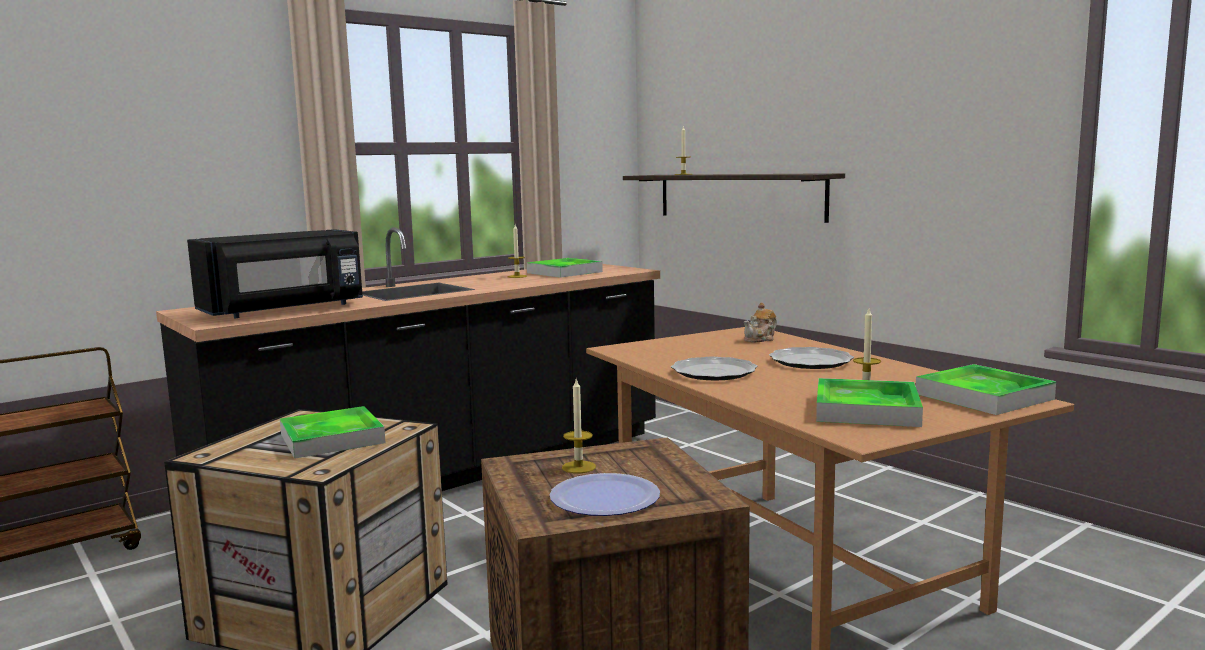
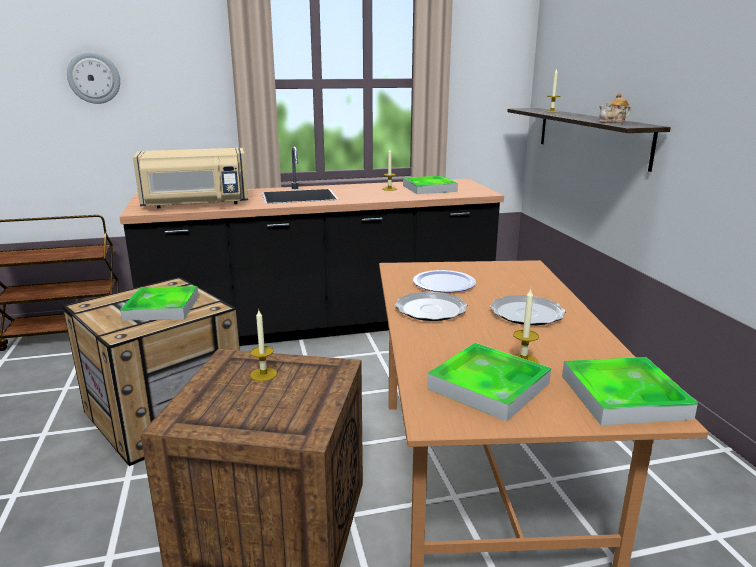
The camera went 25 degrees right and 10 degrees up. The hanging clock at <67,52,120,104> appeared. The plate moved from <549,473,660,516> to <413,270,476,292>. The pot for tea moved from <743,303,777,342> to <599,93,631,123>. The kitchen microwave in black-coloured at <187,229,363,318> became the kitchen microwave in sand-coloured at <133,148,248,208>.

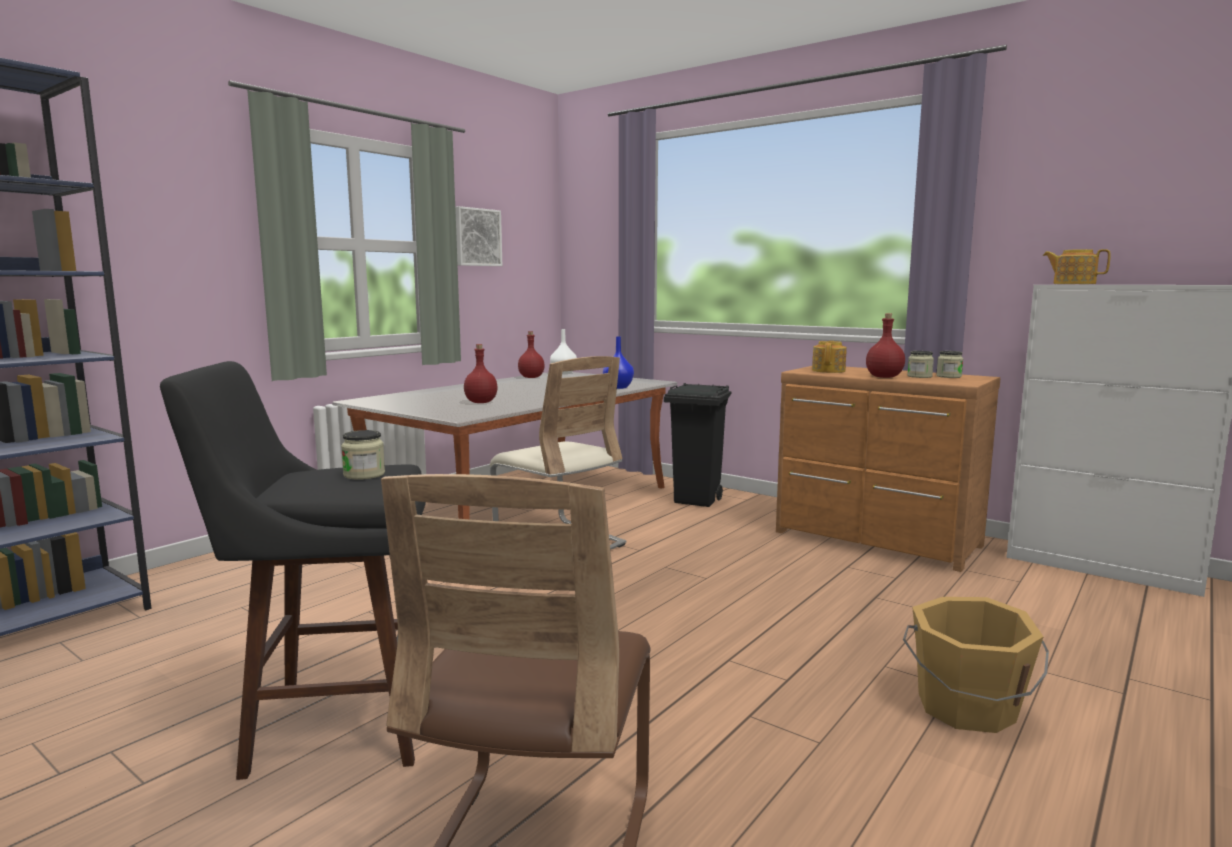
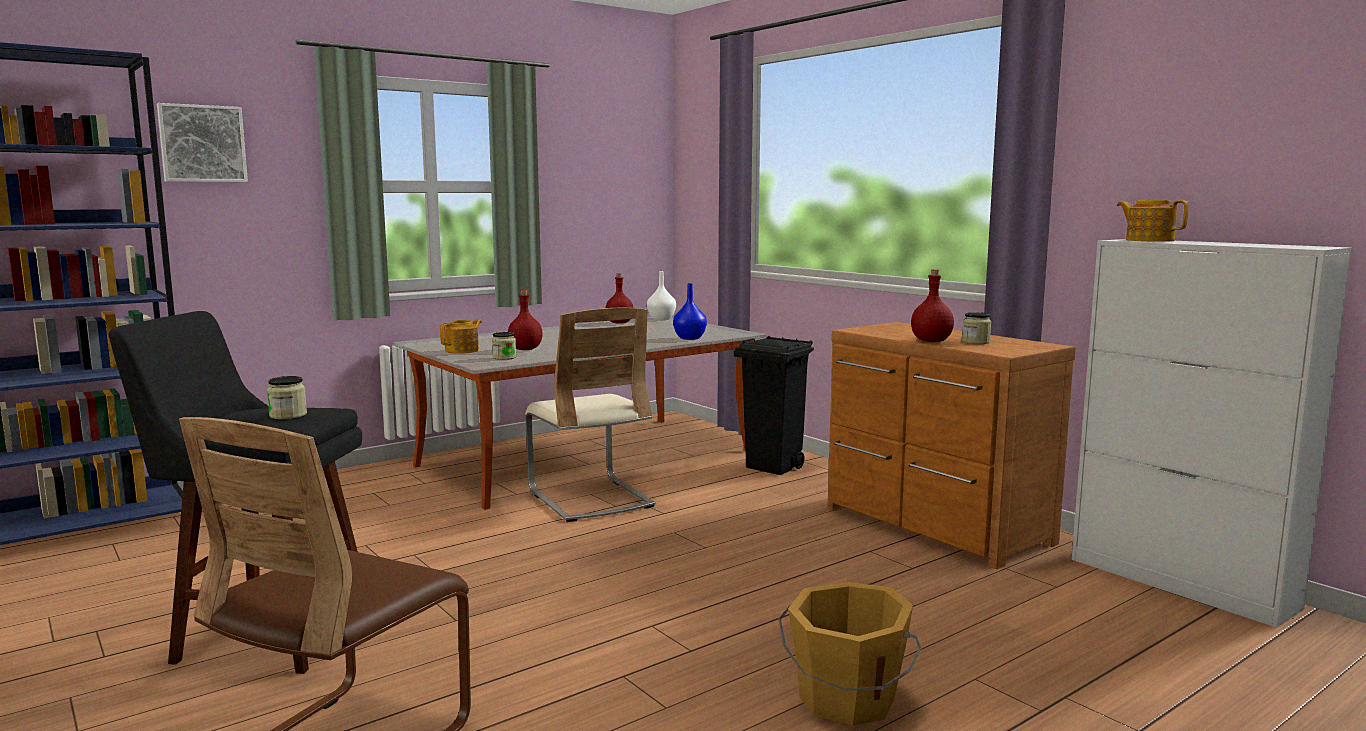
The camera went 15 degrees right and 0 degrees up. The wall picture moved from <455,206,502,266> to <157,103,248,182>. The pot for tea moved from <812,341,847,373> to <440,319,482,354>. The storage jar moved from <936,351,963,378> to <492,332,516,360>.

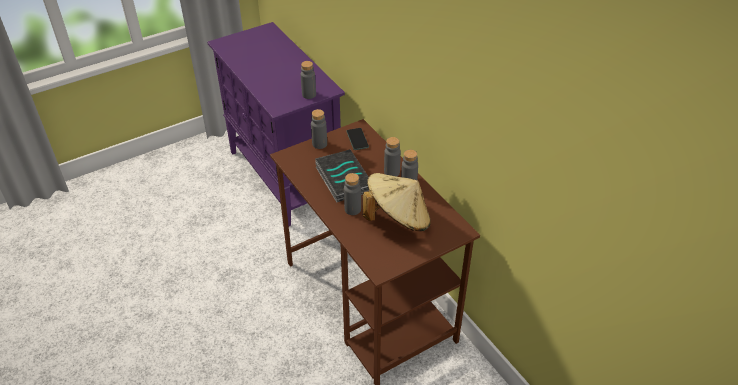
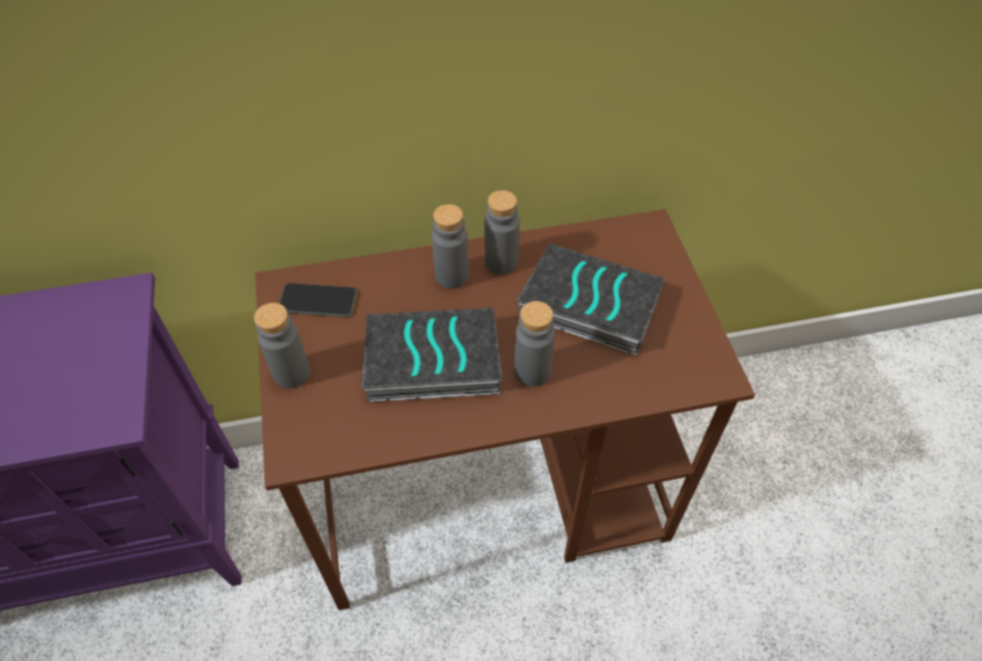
The camera went 70 degrees left and 10 degrees up. The bottle in gray at <301,61,316,99> disappeared. The wearable hat in sand-coloured at <362,173,431,231> was replaced by the bound book at <516,243,664,356>.

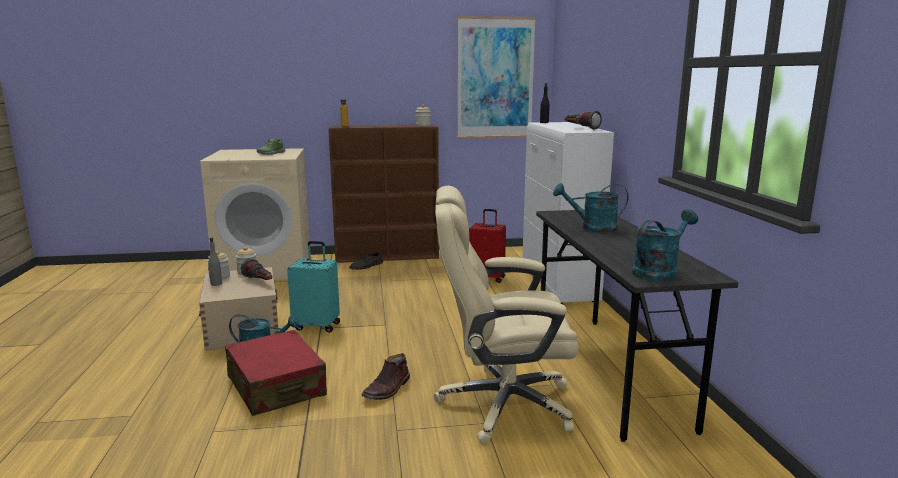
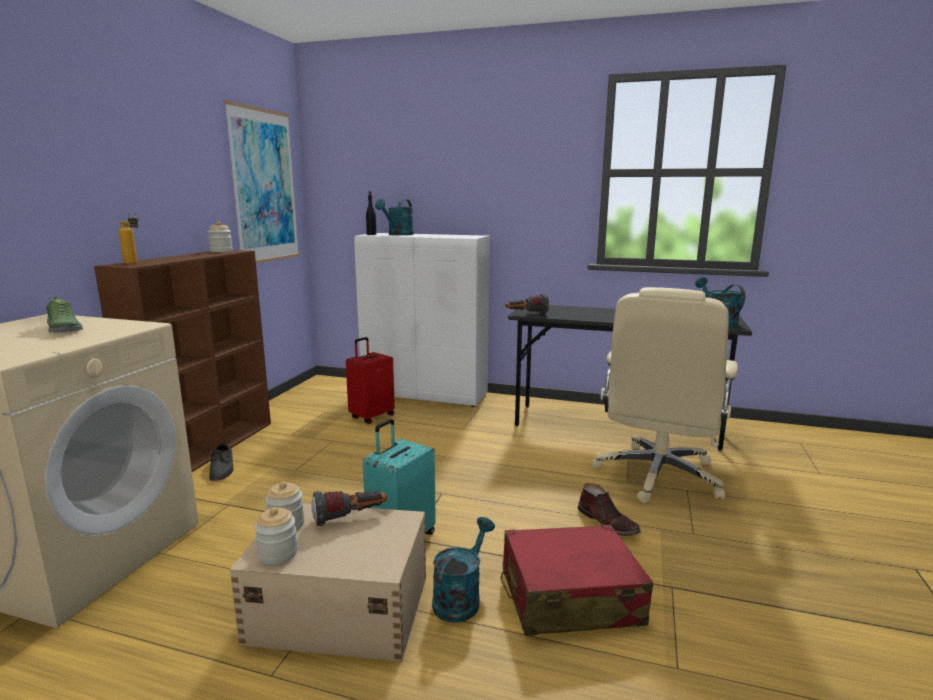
The camera went 65 degrees left and 0 degrees up. The bottle in gray at <208,238,222,286> disappeared. The watering pot in blue-green moved from <553,183,628,233> to <375,199,414,235>. The torch moved from <564,111,602,130> to <505,294,549,314>.

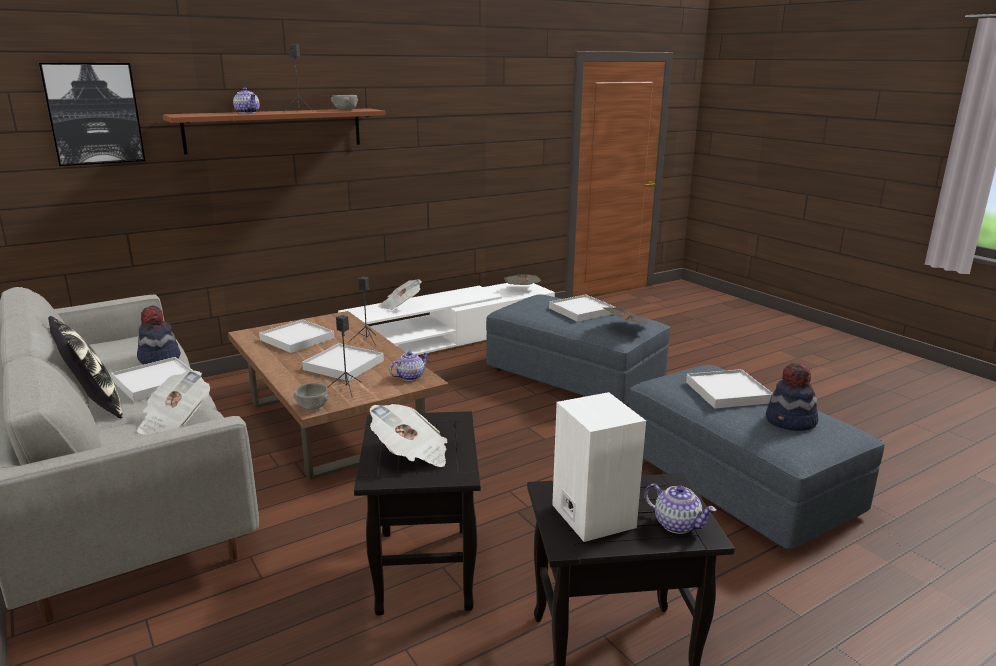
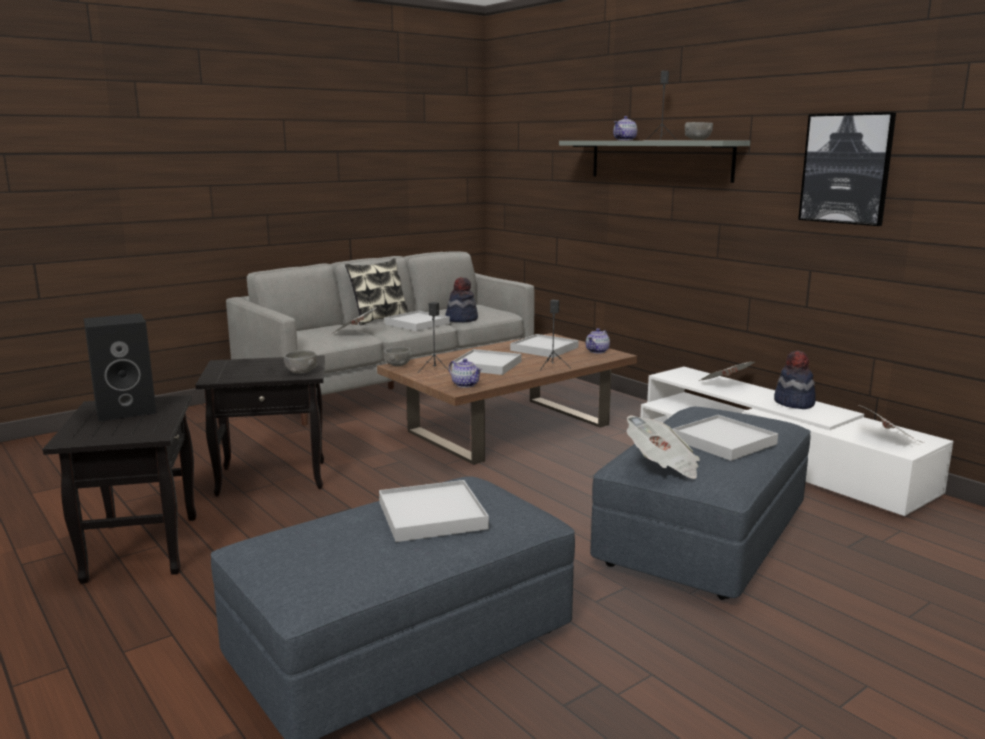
The camera went 85 degrees right and 5 degrees down. The newspaper at <370,404,447,467> disappeared. The serving bowl in gray at <284,350,317,374> appeared. The wall picture moved from <39,63,145,166> to <798,112,896,226>. The pot for tea moved from <644,484,717,534> to <586,328,610,353>. The wearable hat moved from <766,363,818,431> to <774,350,816,409>. The wall shelf in brown-coloured at <163,108,385,154> became the wall shelf in gray at <559,141,750,183>. The loudspeaker in white at <552,392,646,542> became the loudspeaker in black-coloured at <84,313,156,421>.

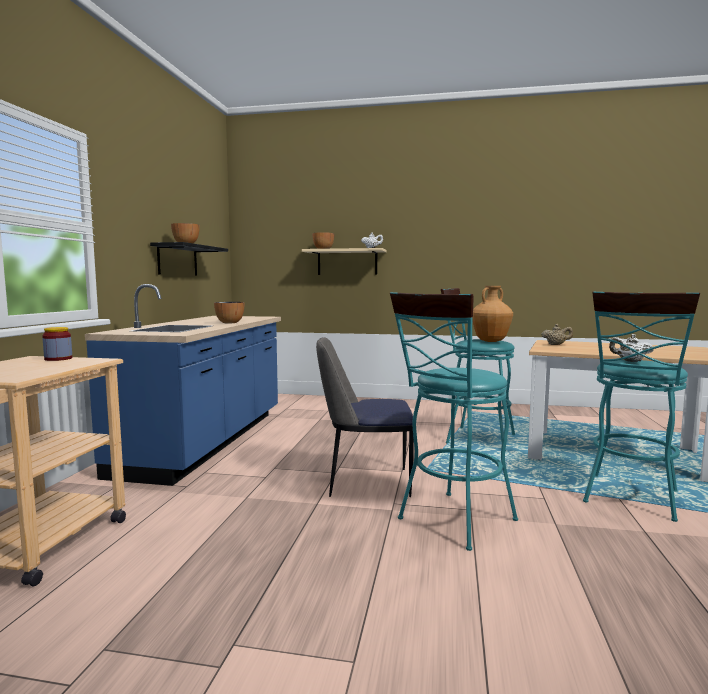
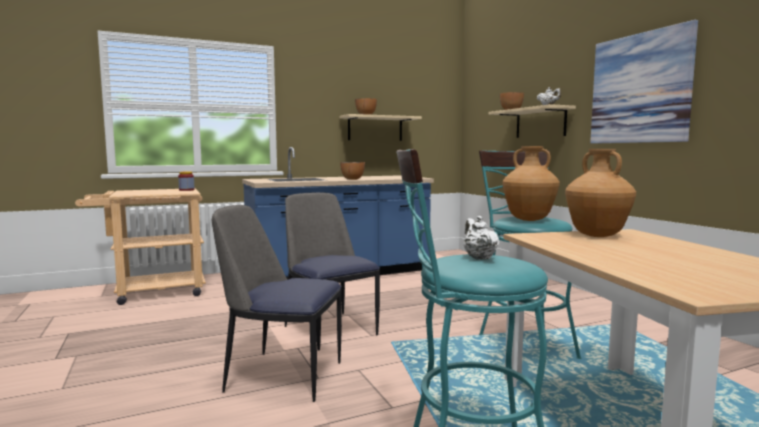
The camera went 55 degrees right and 0 degrees up. The wall picture at <590,20,698,144> appeared. The stool seat in blue-green at <390,292,518,551> was replaced by the upright chair at <212,205,342,402>. The pot for tea in sand-coloured at <541,324,573,345> was replaced by the vase in brown-coloured at <565,149,636,237>. The wall shelf in black-coloured at <150,242,228,275> became the wall shelf in sand-coloured at <340,114,422,141>.

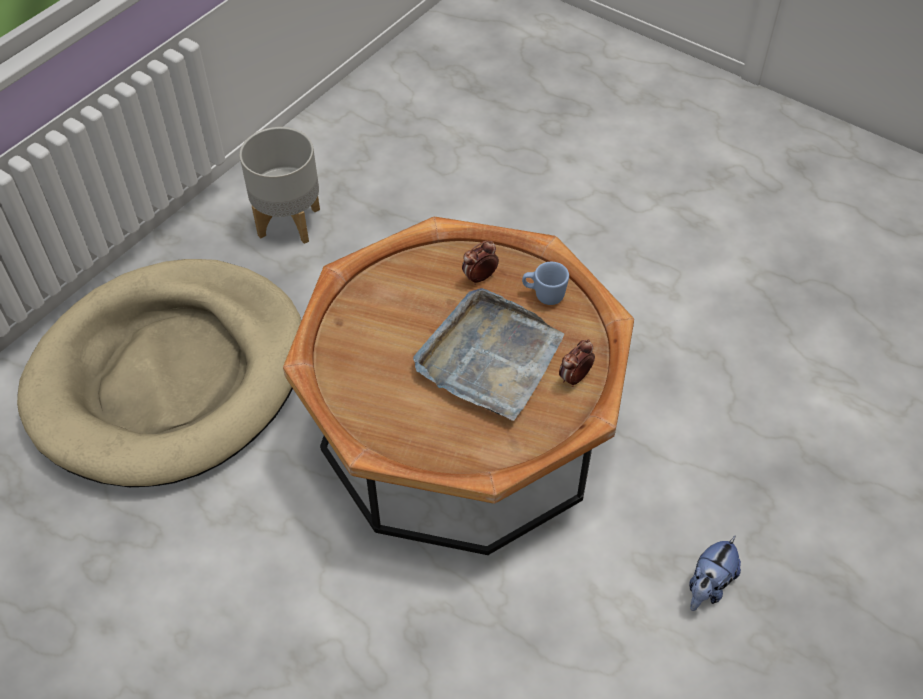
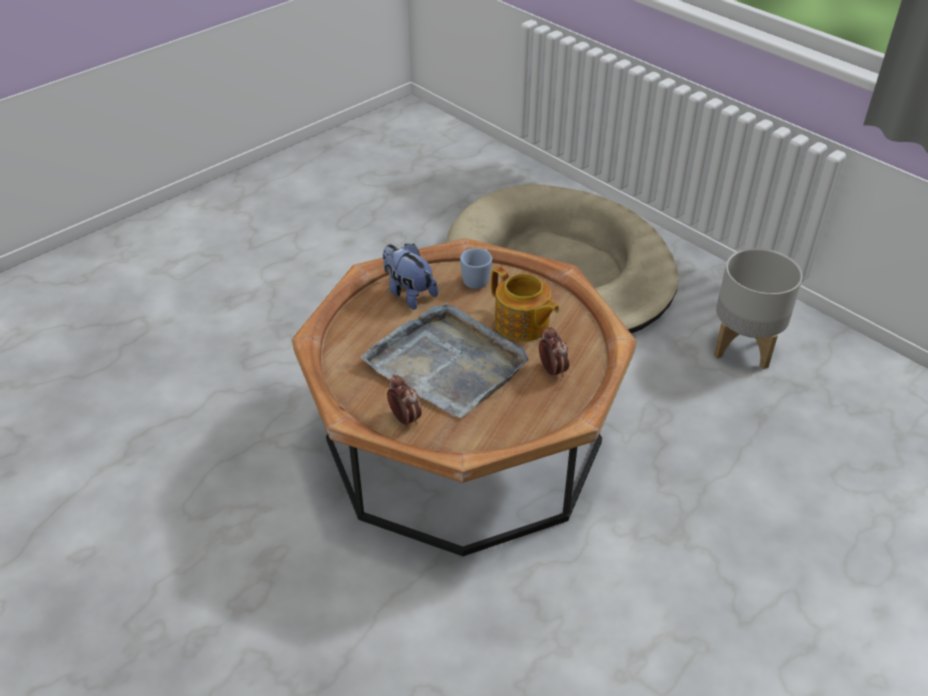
The camera went 100 degrees right and 10 degrees down. The pot for tea at <491,267,560,342> appeared. The tea mug in bluish moved from <522,262,569,305> to <460,248,492,289>. The plush toy moved from <689,536,741,611> to <383,244,438,310>.

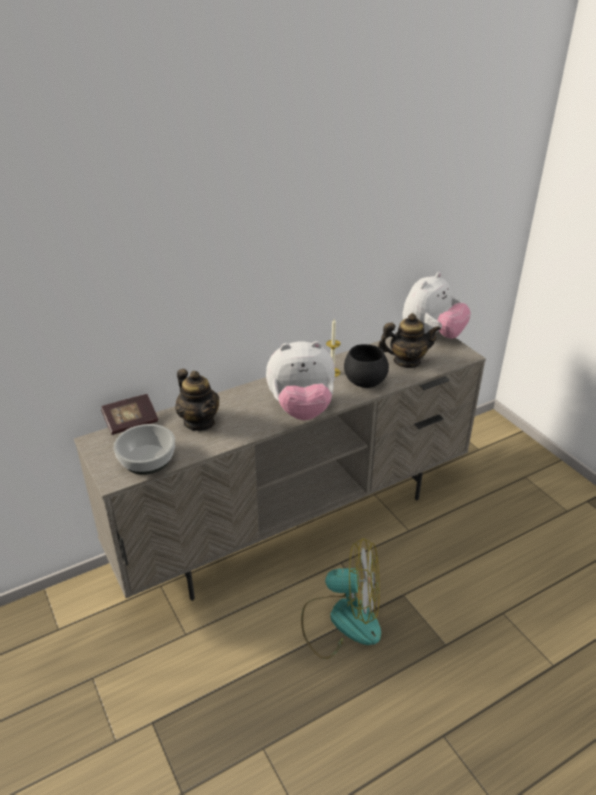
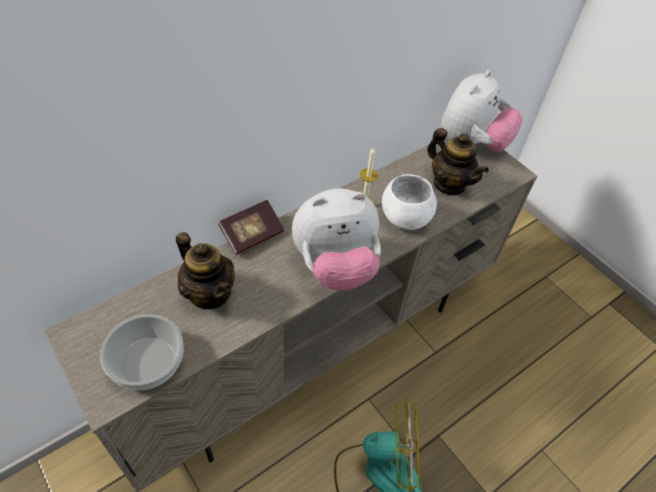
The camera went 10 degrees left and 15 degrees up. The bound book moved from <101,394,158,435> to <218,200,284,255>. The serving bowl in black-coloured at <344,344,389,388> became the serving bowl in white at <382,174,437,230>. The pot for tea at <378,313,441,368> turned 60 degrees clockwise.

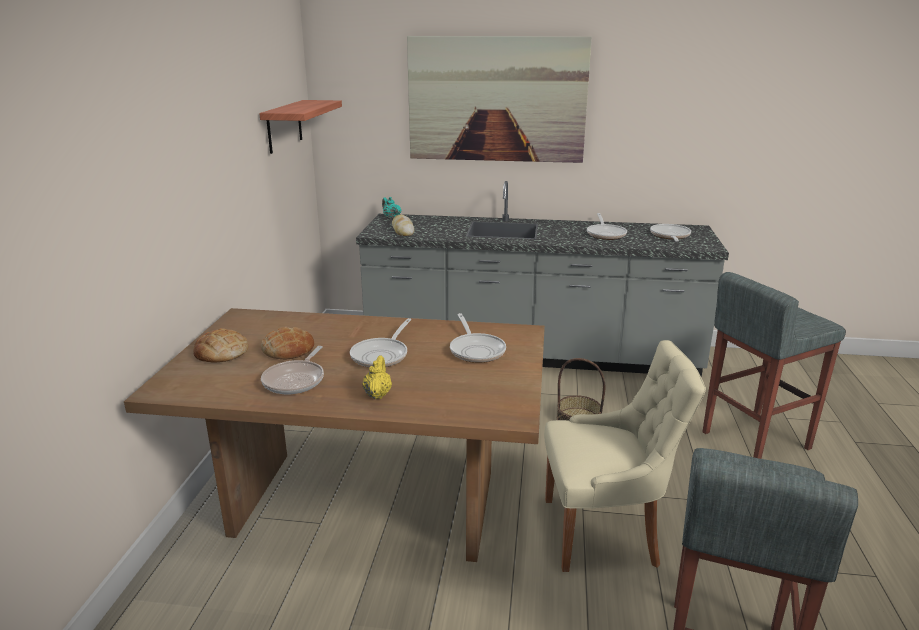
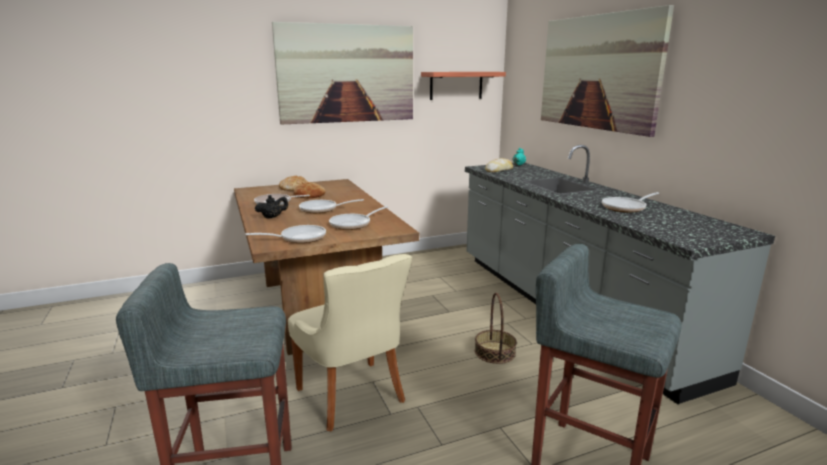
The camera went 60 degrees right and 5 degrees down. The wall picture at <272,22,413,125> appeared. The skillet moved from <650,224,691,241> to <246,225,326,243>. The pot for tea in yellowish at <362,355,392,399> became the pot for tea in black-coloured at <255,195,288,219>.

